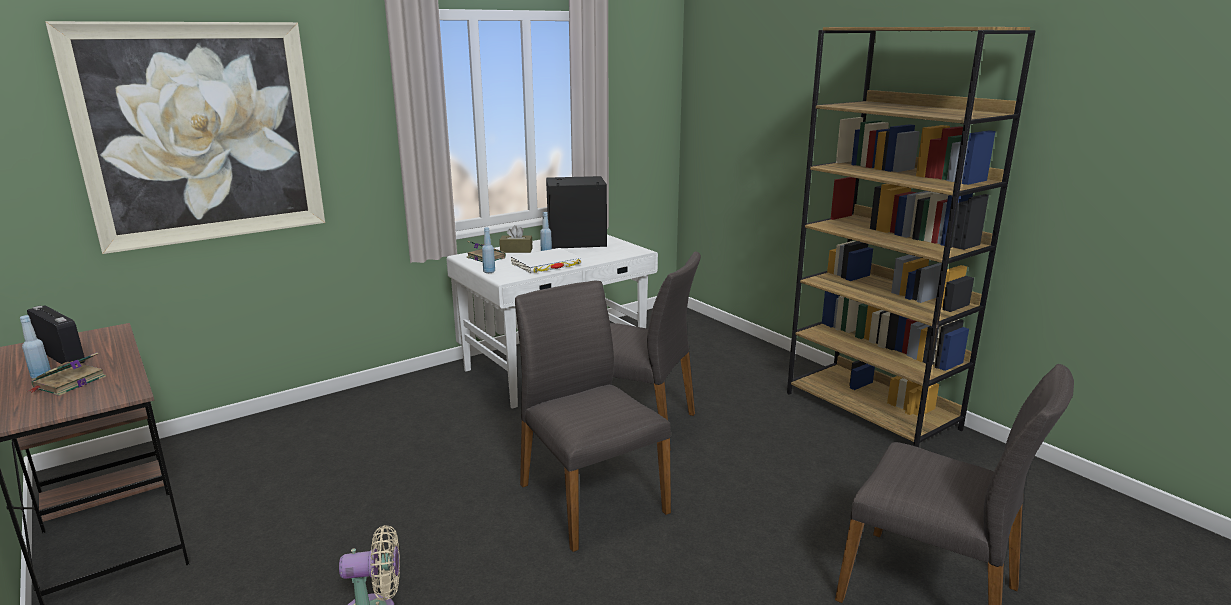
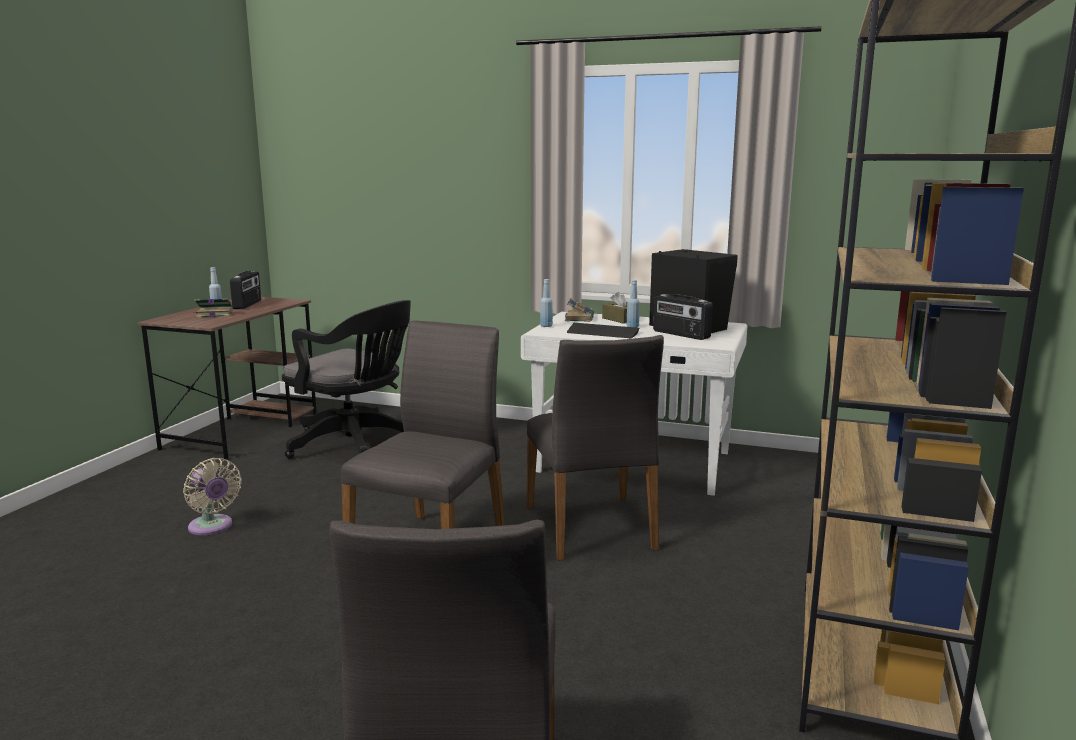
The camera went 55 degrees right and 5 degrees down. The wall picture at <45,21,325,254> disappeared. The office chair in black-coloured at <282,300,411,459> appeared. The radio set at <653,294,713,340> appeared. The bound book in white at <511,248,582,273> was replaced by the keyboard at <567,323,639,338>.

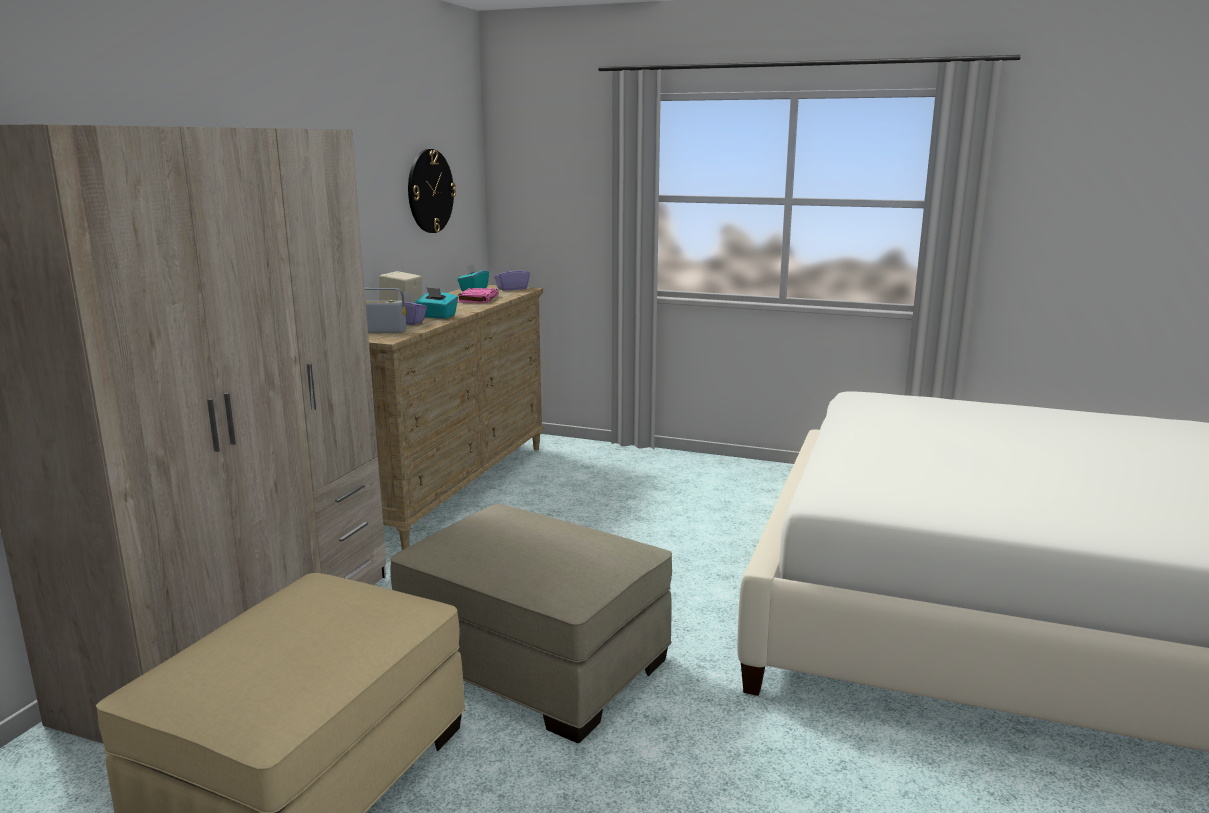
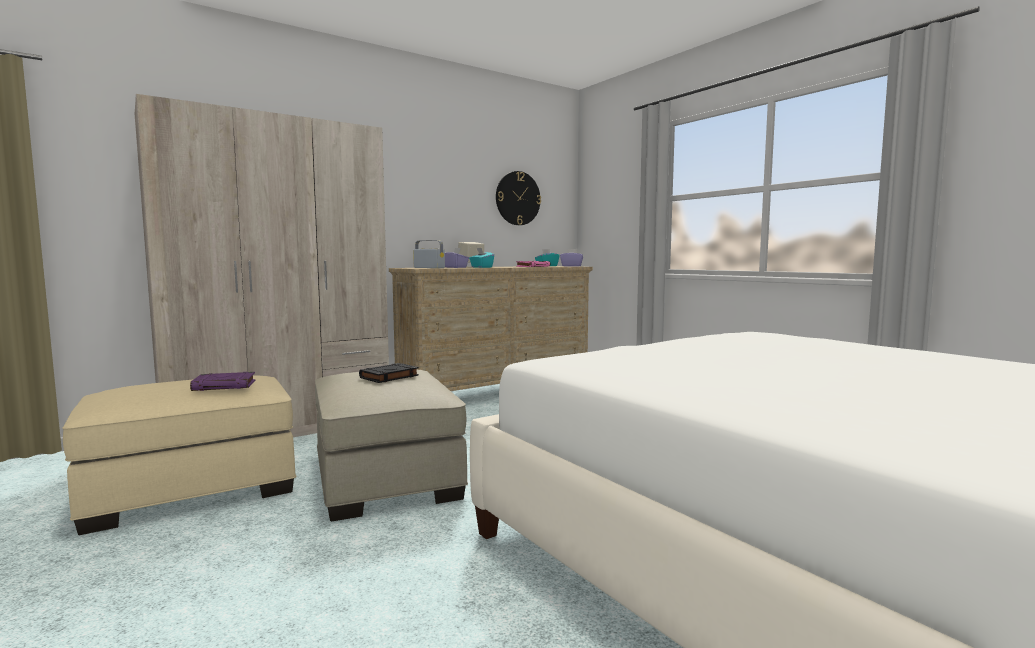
The camera went 35 degrees right and 10 degrees down. The bound book in purple at <190,372,255,391> appeared. The bound book in black-coloured at <359,363,419,383> appeared.

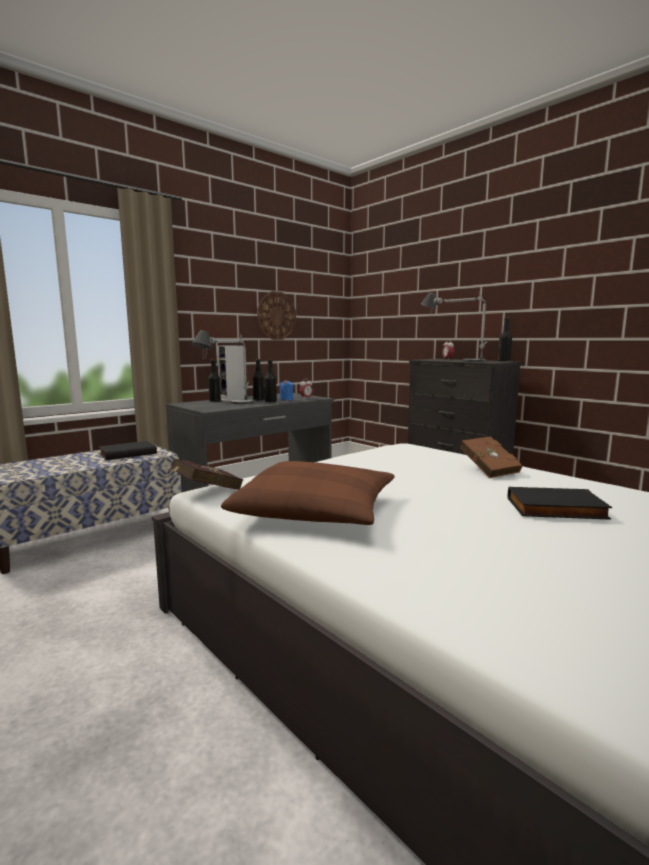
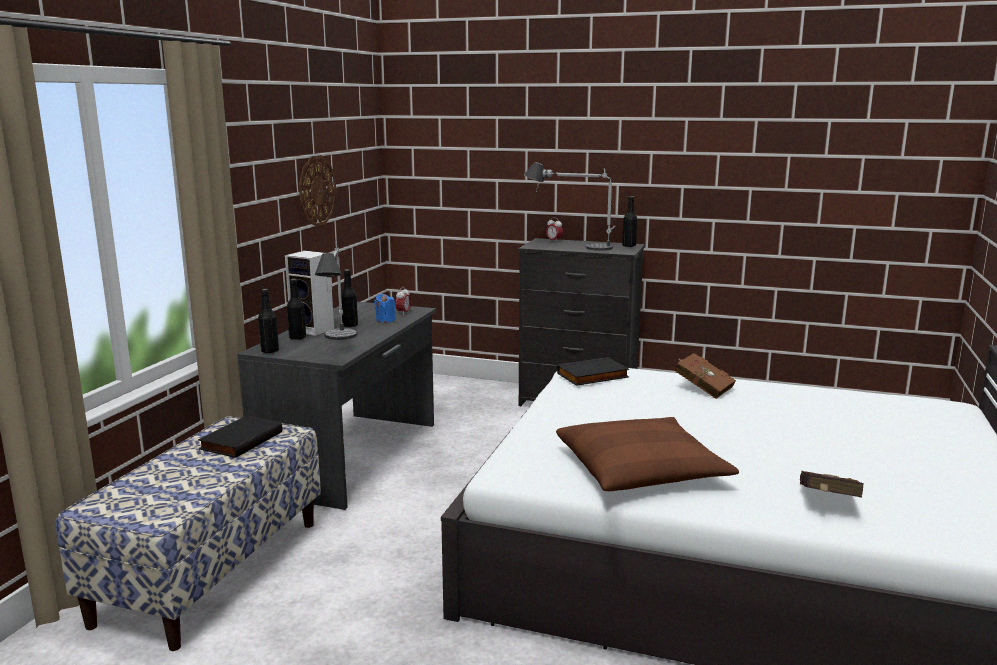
The camera went 30 degrees left and 5 degrees up. The bound book in red moved from <169,459,243,490> to <800,471,864,498>. The bottle in black-coloured moved from <265,360,277,403> to <258,289,279,353>. The bound book in black-coloured moved from <508,487,612,520> to <557,357,629,386>.

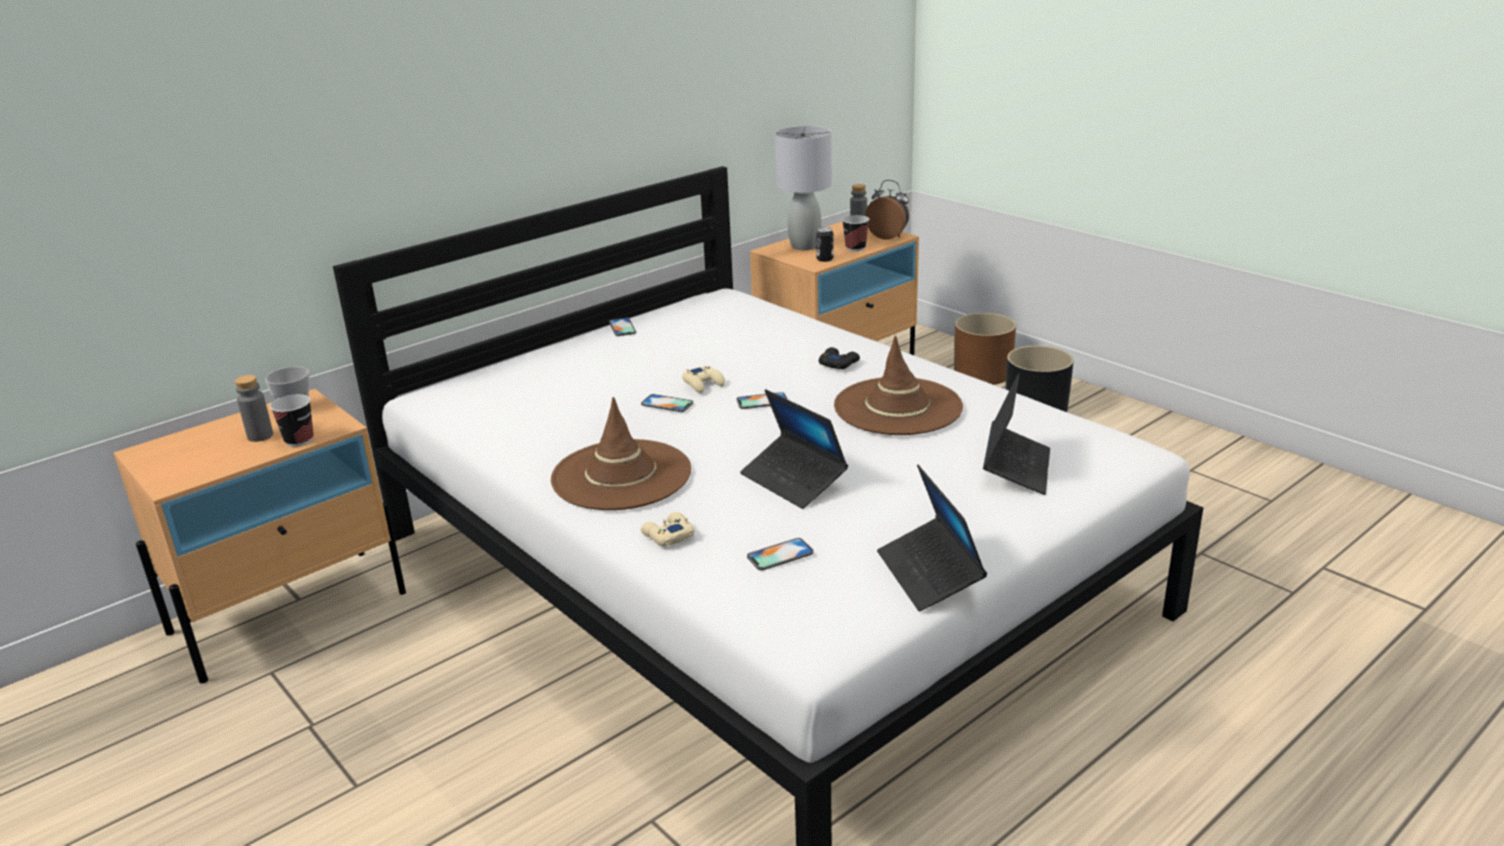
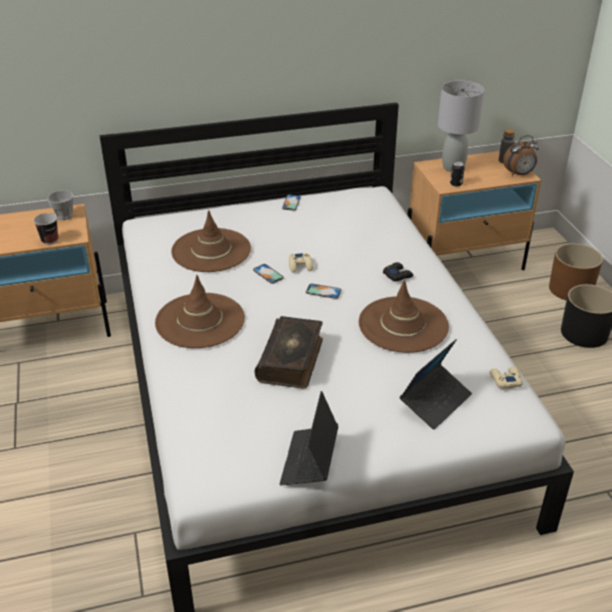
The camera went 25 degrees right and 10 degrees up. The bottle in gray at <235,375,273,442> disappeared. The handset at <747,538,814,571> disappeared. The cup at <842,215,869,252> disappeared. The wearable hat in brown-coloured at <171,210,251,272> appeared. The joypad in sand-coloured moved from <641,512,695,546> to <490,367,523,389>. The portable computer at <740,389,848,509> was replaced by the bound book at <254,316,323,388>. The table clock at <865,180,909,240> turned 105 degrees clockwise.

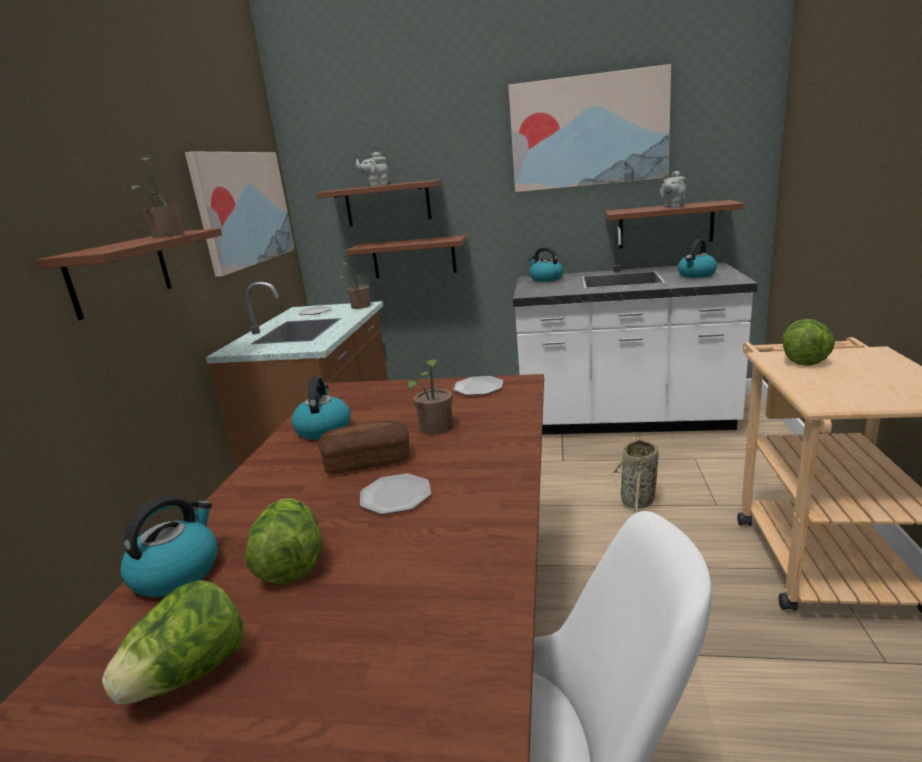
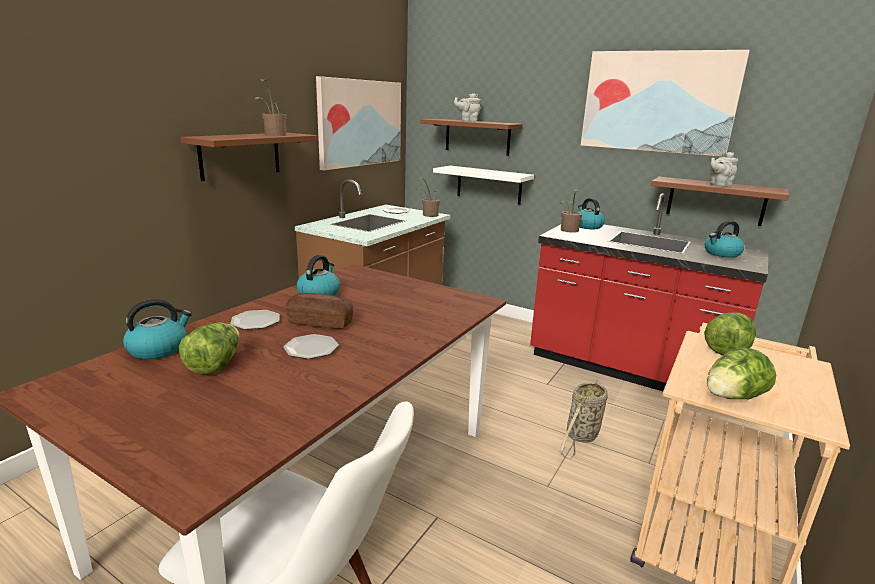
The camera went 20 degrees right and 0 degrees up. The lettuce moved from <102,580,244,704> to <707,348,776,399>. The houseplant moved from <408,359,453,435> to <560,189,582,233>. The plate moved from <453,376,503,395> to <230,310,280,330>. The wall shelf in brown-coloured at <346,235,467,278> became the wall shelf in white at <433,166,534,205>. The kitchen base unit in white at <513,227,758,434> became the kitchen base unit in red at <530,193,768,391>.

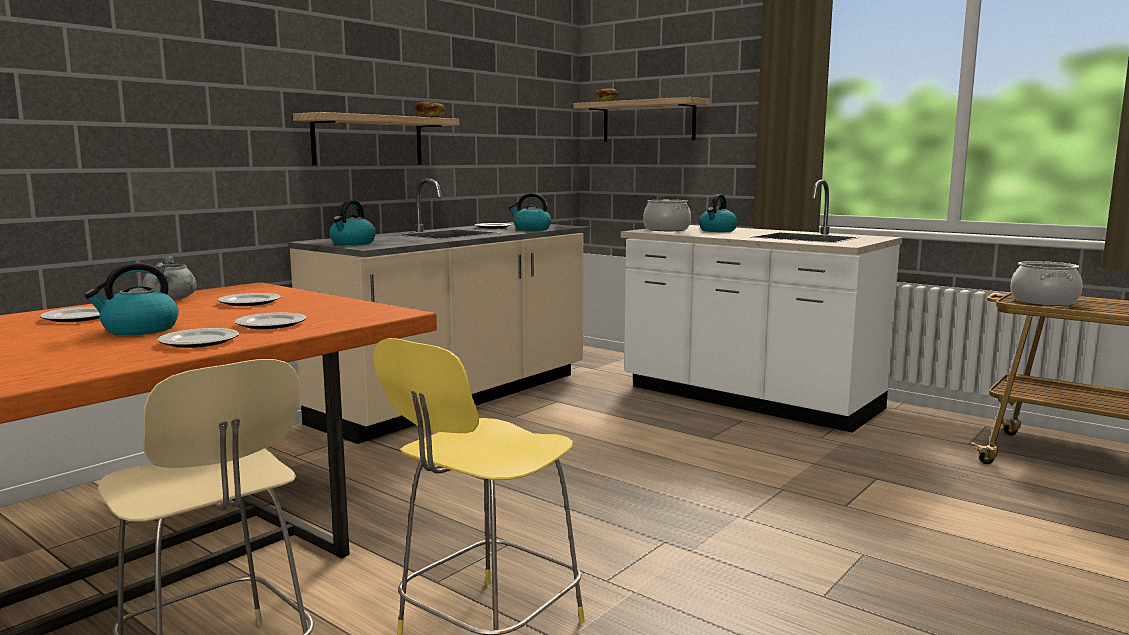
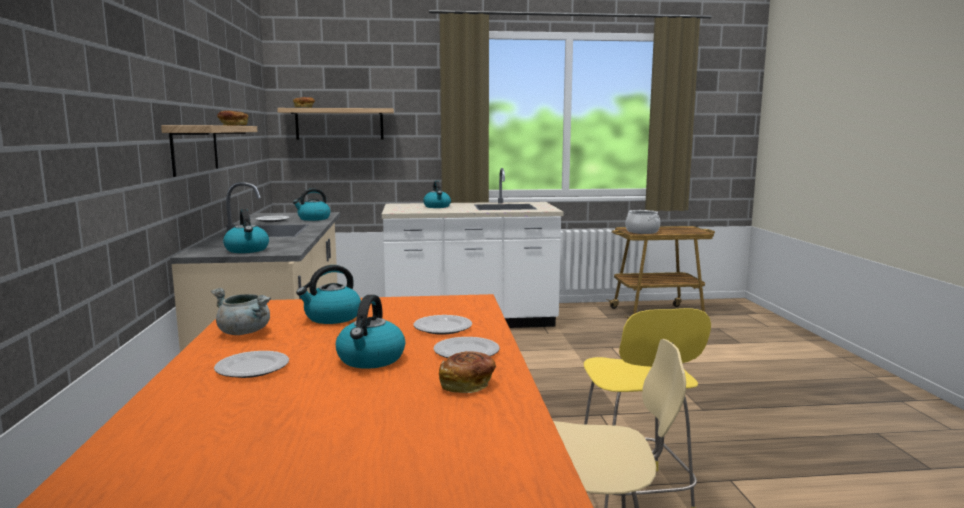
The camera went 45 degrees left and 0 degrees up. The stockpot at <643,200,691,231> disappeared. The bakery bread at <439,351,496,393> appeared. The plate at <218,293,281,306> was replaced by the water kettle at <296,265,361,324>.

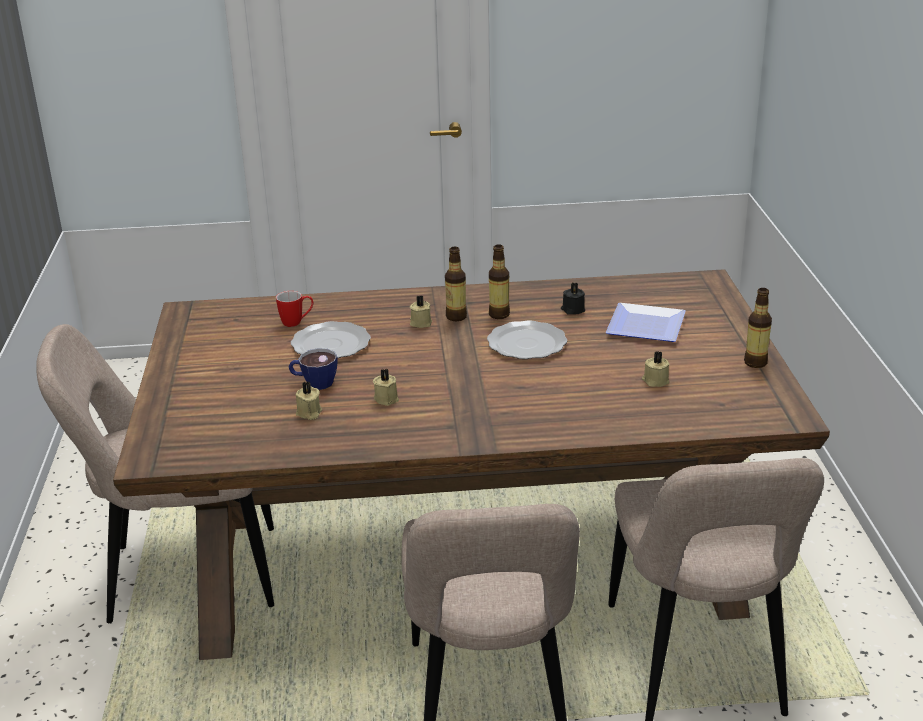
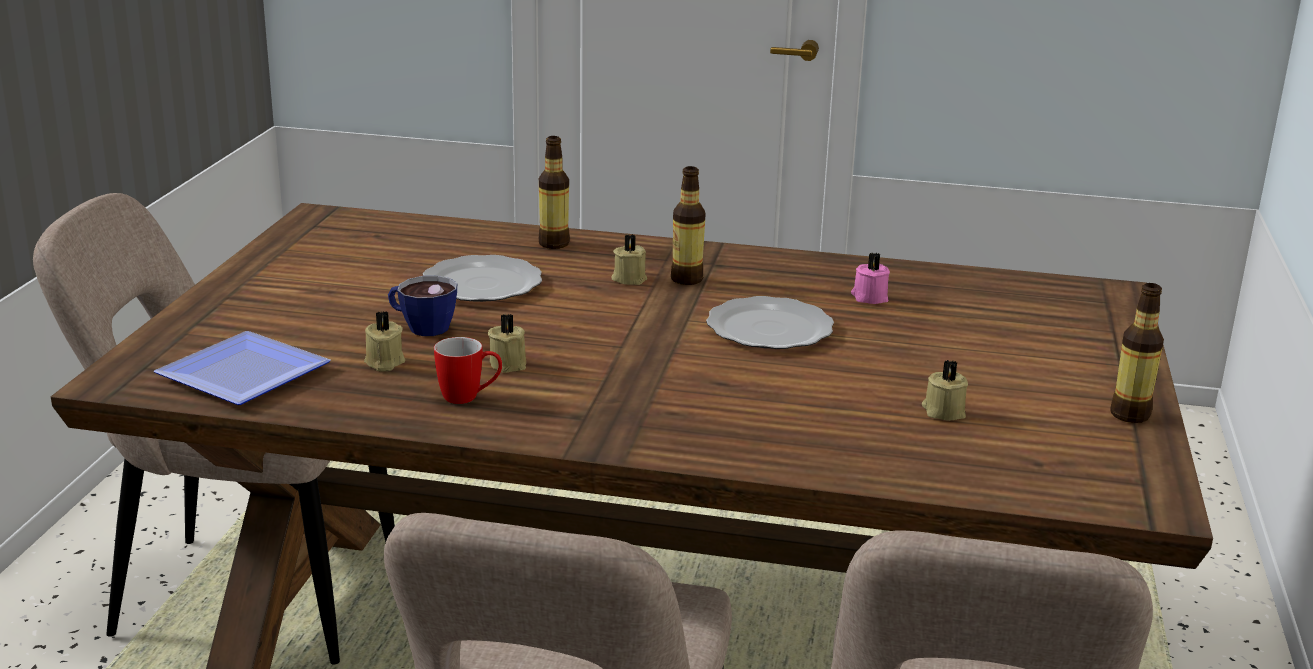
The camera went 15 degrees right and 5 degrees down. The tea mug moved from <276,291,314,327> to <434,337,502,404>. The bottle moved from <489,244,510,319> to <539,136,570,249>. The plate moved from <606,303,686,342> to <154,331,331,405>. The wax candle in black-coloured at <561,282,585,315> became the wax candle in pink-coloured at <851,253,890,304>.

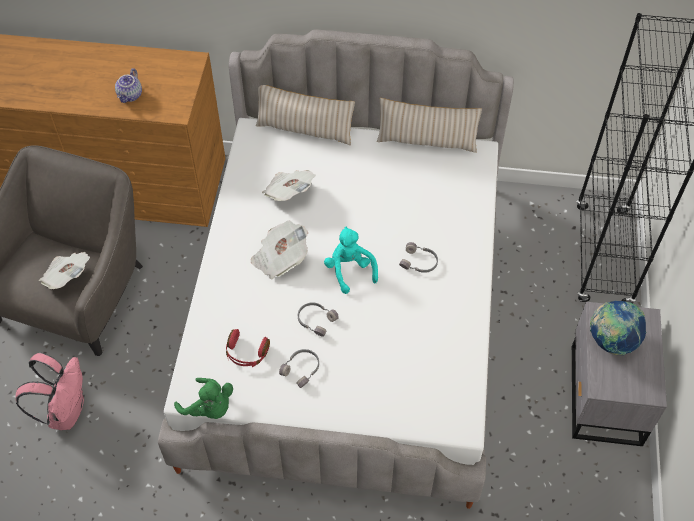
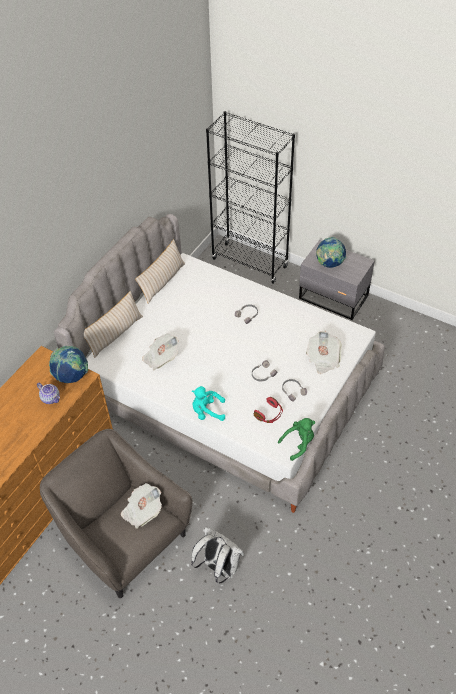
The camera went 65 degrees left and 5 degrees down. The world globe at <49,346,88,383> appeared. The newspaper moved from <251,220,308,280> to <306,331,342,374>. The plush toy in blue-green moved from <324,226,378,294> to <192,386,225,421>. The knapsack in pink-coloured at <15,353,84,430> became the knapsack in white at <191,527,244,583>.

